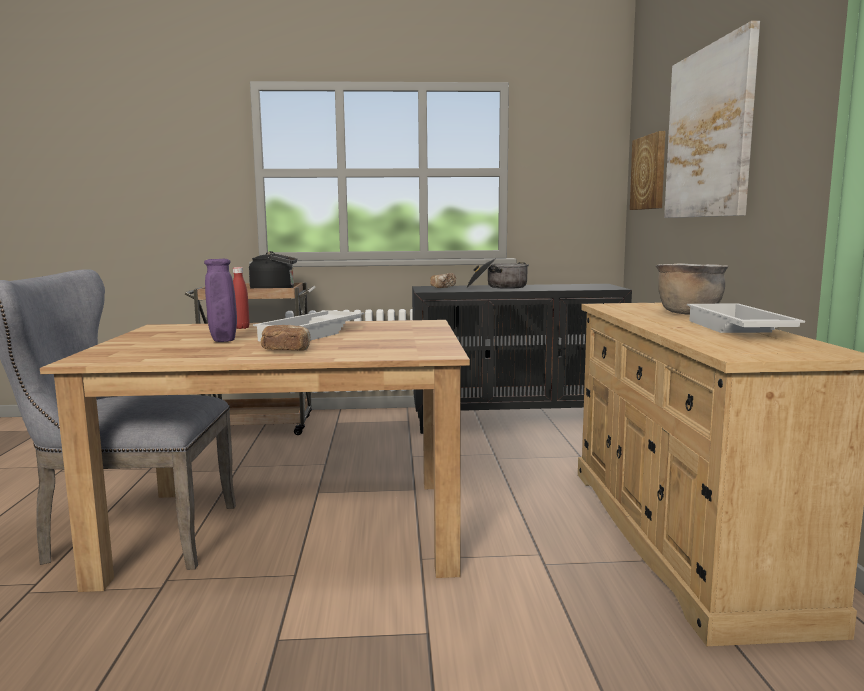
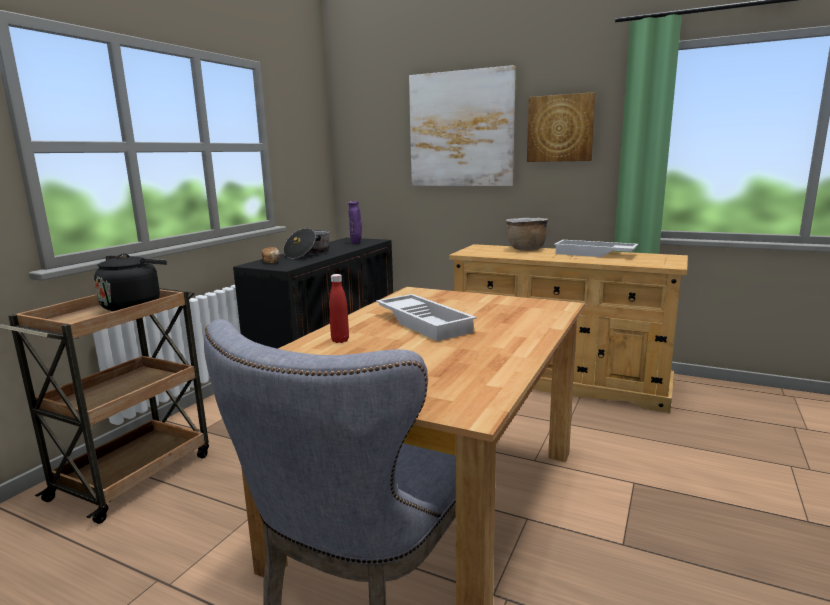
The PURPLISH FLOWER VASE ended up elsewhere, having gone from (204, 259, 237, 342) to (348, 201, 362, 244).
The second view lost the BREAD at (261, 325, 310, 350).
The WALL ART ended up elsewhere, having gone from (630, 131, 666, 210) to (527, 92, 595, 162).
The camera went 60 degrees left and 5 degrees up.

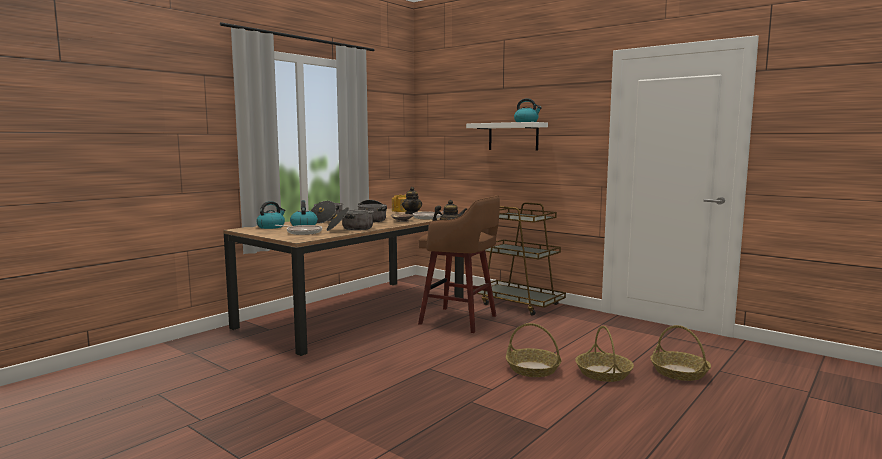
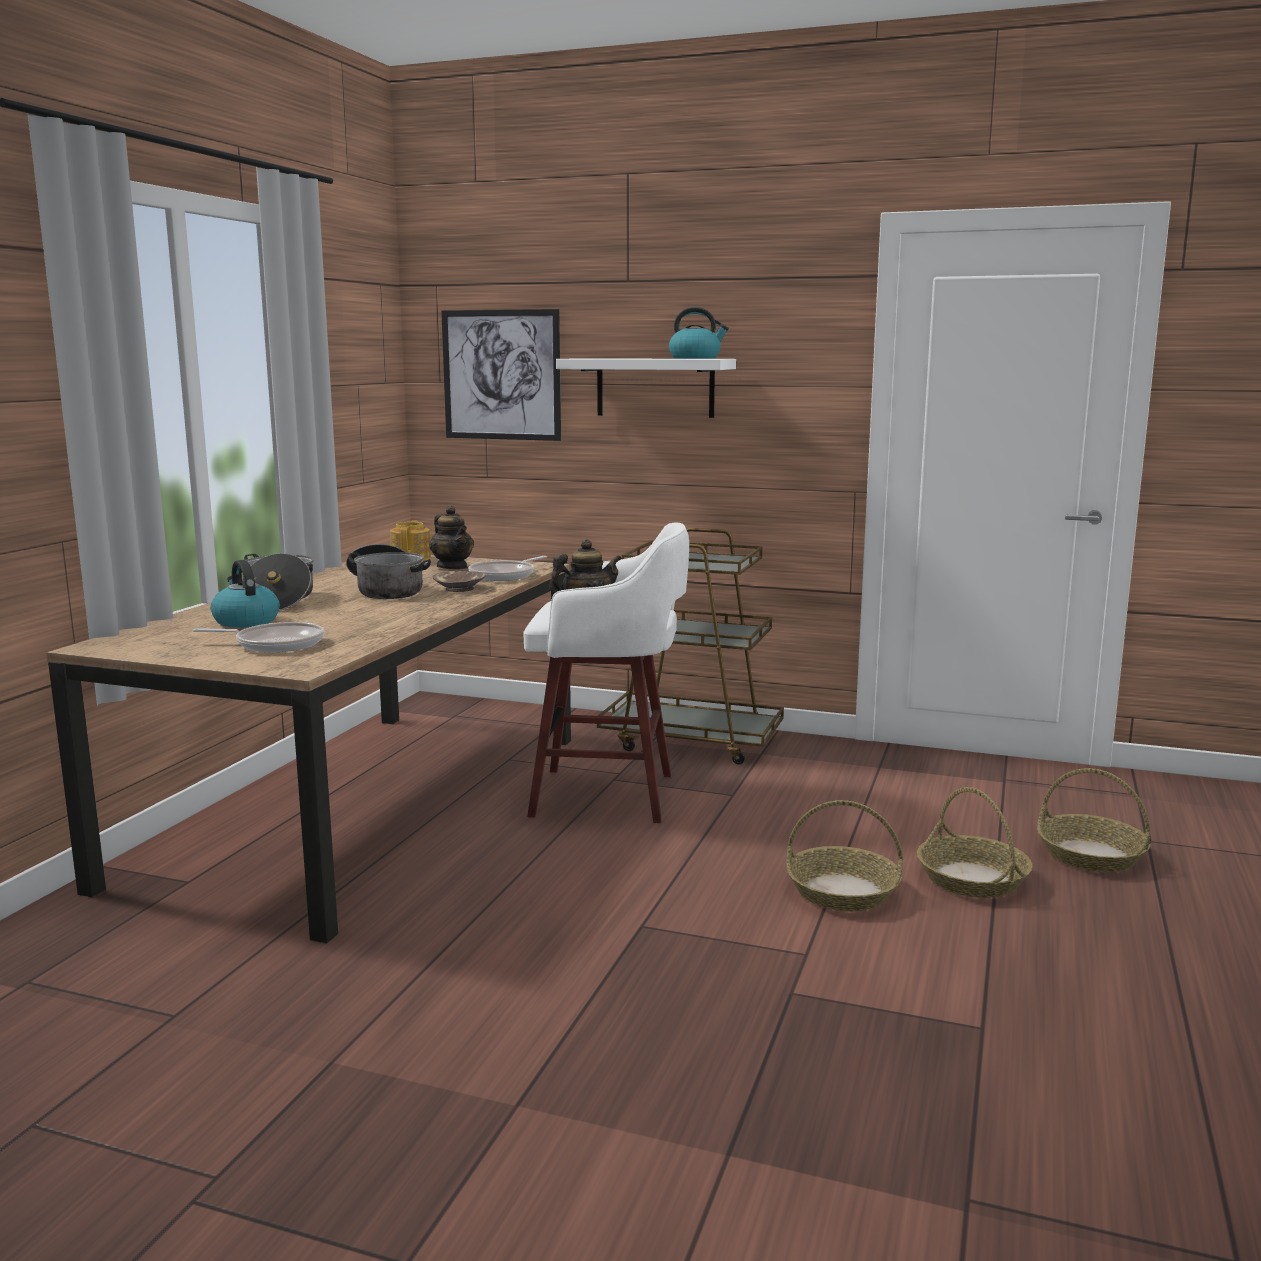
The second view lost the WATER KETTLE at (256, 201, 286, 229).
The second view lost the STOCKPOT at (326, 207, 374, 231).
What was the BROWN STOOL SEAT at (418, 195, 500, 333) turned into the WHITISH STOOL SEAT at (523, 522, 689, 823).
The second view gained the WALL ART at (441, 309, 561, 441).
The camera went 20 degrees left and 5 degrees up.

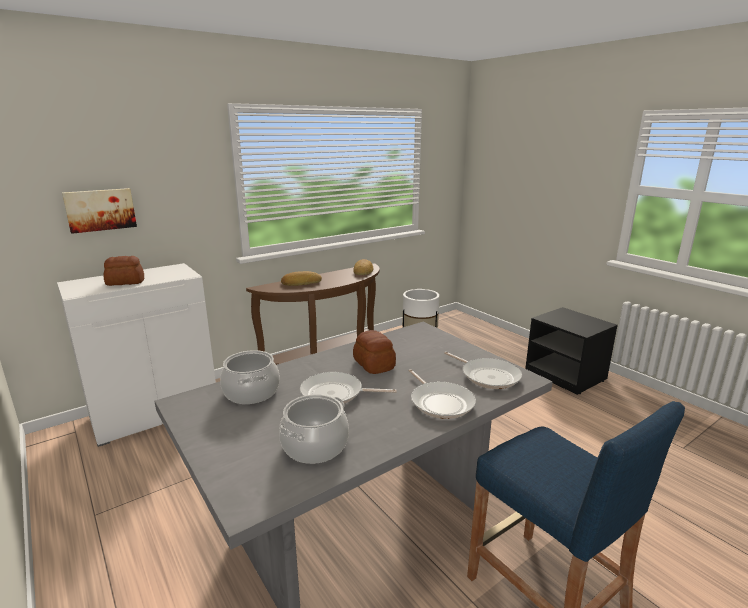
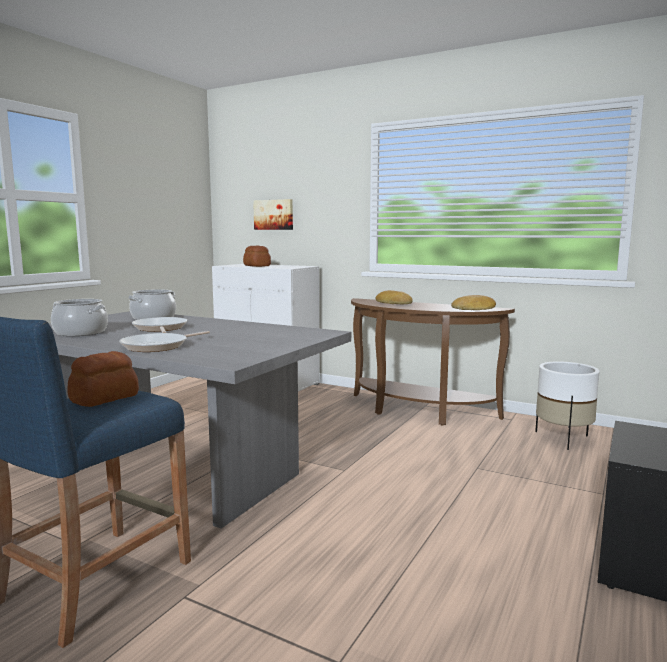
The BREAD ended up elsewhere, having gone from (353, 330, 396, 374) to (67, 351, 139, 407).
The second view lost the PAN at (444, 352, 522, 389).
The camera went 65 degrees right and 10 degrees down.

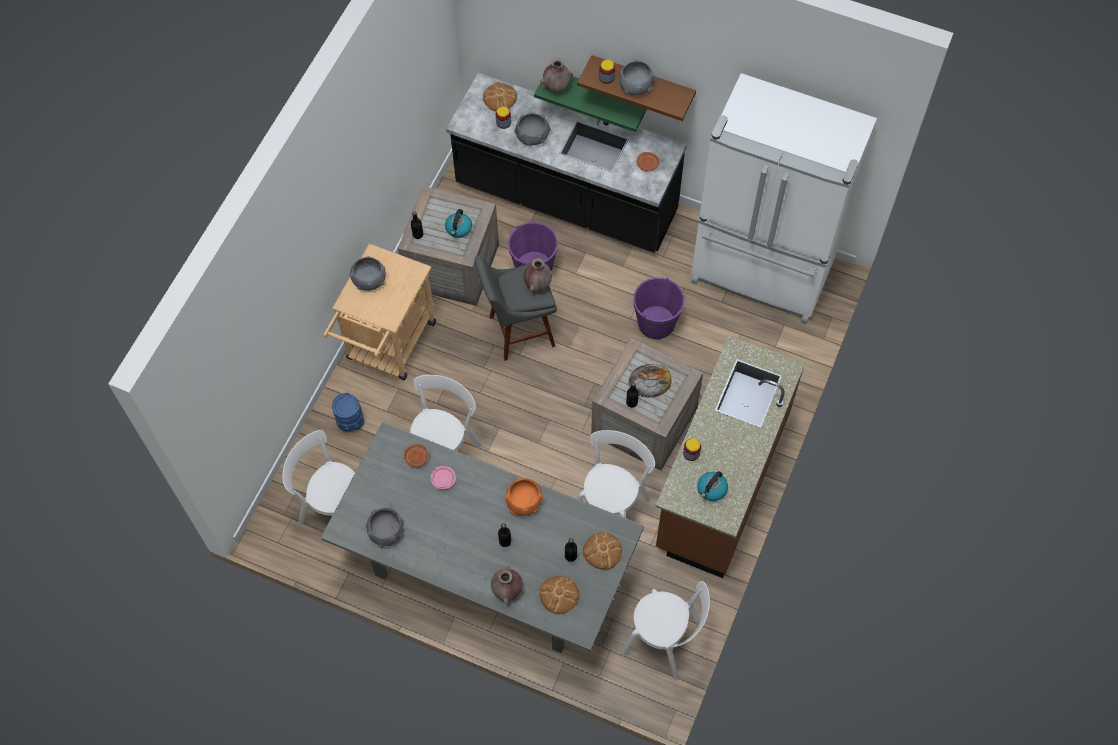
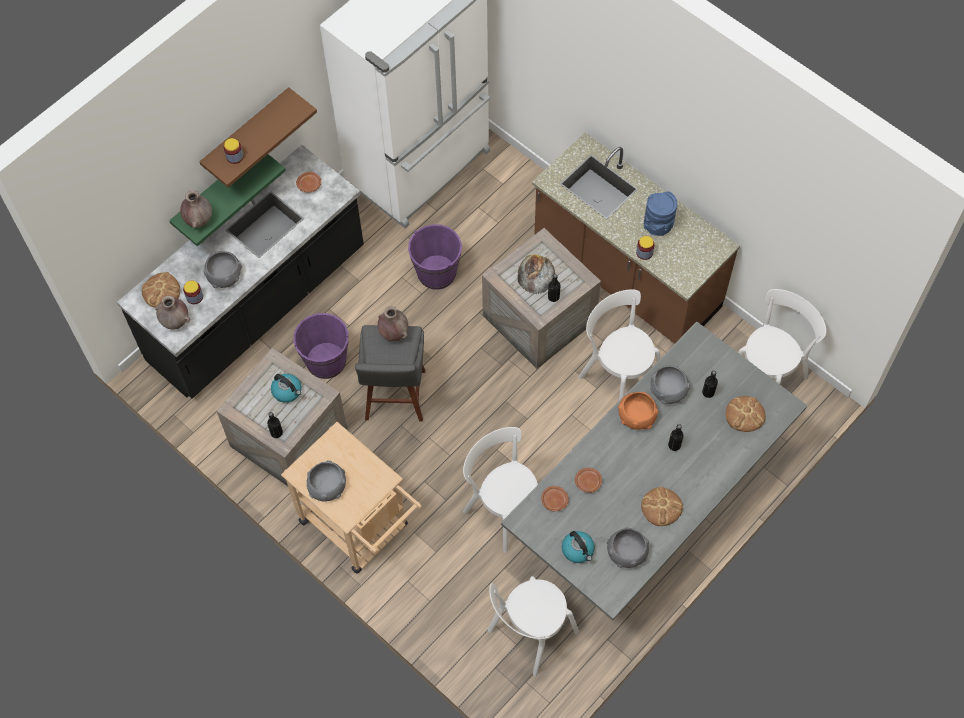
The BLUISH FLOWER VASE ended up elsewhere, having gone from (332, 393, 364, 431) to (644, 192, 678, 236).
What was the PINKISH PLATE at (431, 466, 456, 489) turned into the BROWN PLATE at (575, 468, 602, 493).
The BROWN FLOWER VASE ended up elsewhere, having gone from (491, 566, 523, 604) to (155, 295, 190, 330).
The BREAD ended up elsewhere, having gone from (583, 532, 622, 570) to (641, 487, 683, 526).
The GREY DEEP DISH ended up elsewhere, having gone from (618, 60, 654, 96) to (650, 365, 690, 404).
The WATER KETTLE ended up elsewhere, having gone from (697, 471, 728, 501) to (562, 531, 595, 563).
The camera went 70 degrees left and 0 degrees up.

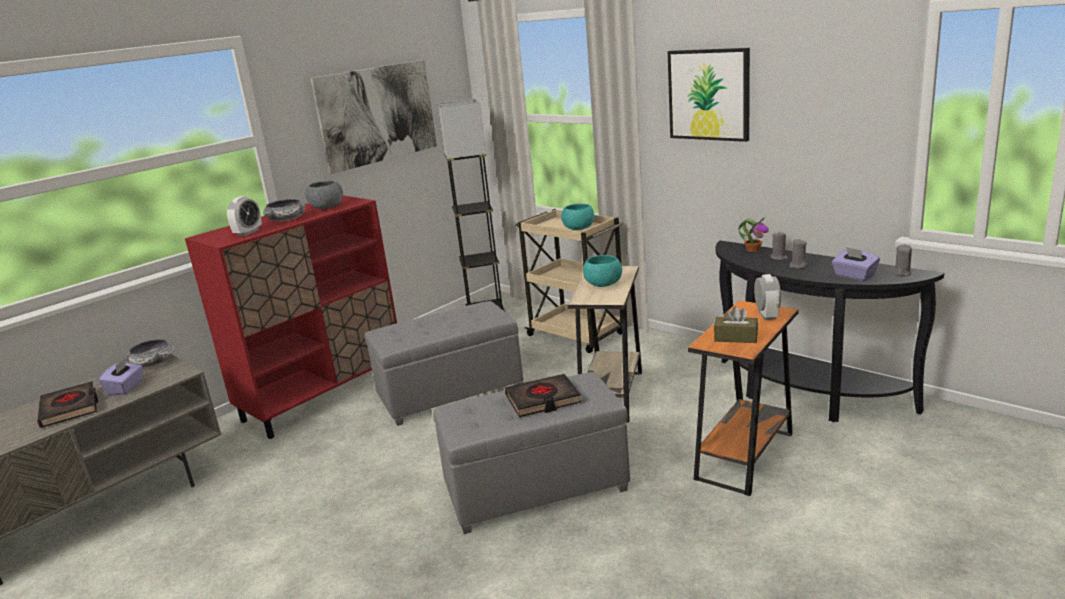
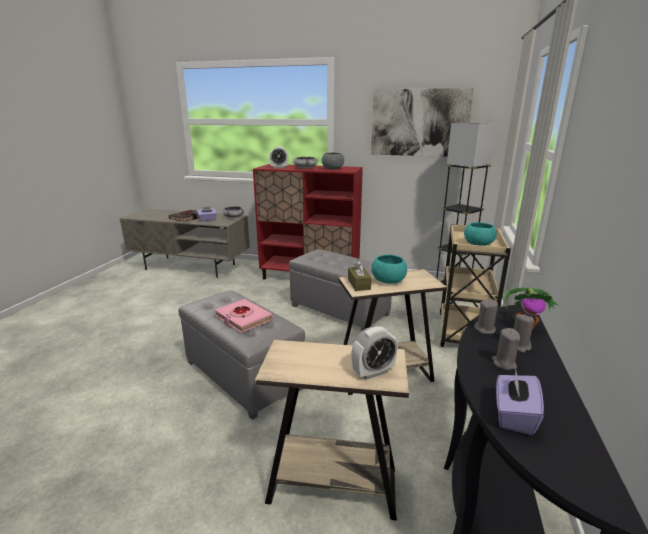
What was the BLACKISH BOOK at (505, 374, 581, 417) turned into the PINKISH BOOK at (214, 299, 273, 333).
The second view lost the WALL ART at (668, 48, 750, 142).
What was the ORANGE-COLOURED SIDE TABLE at (688, 301, 799, 496) turned into the BEIGE-COLOURED SIDE TABLE at (255, 340, 409, 520).
The BROWN BOX OF TISSUES ended up elsewhere, having gone from (714, 306, 758, 343) to (348, 260, 372, 291).
The GREY WAX LIGHT ended up elsewhere, having gone from (893, 245, 912, 276) to (474, 299, 498, 334).
The camera went 60 degrees right and 0 degrees up.

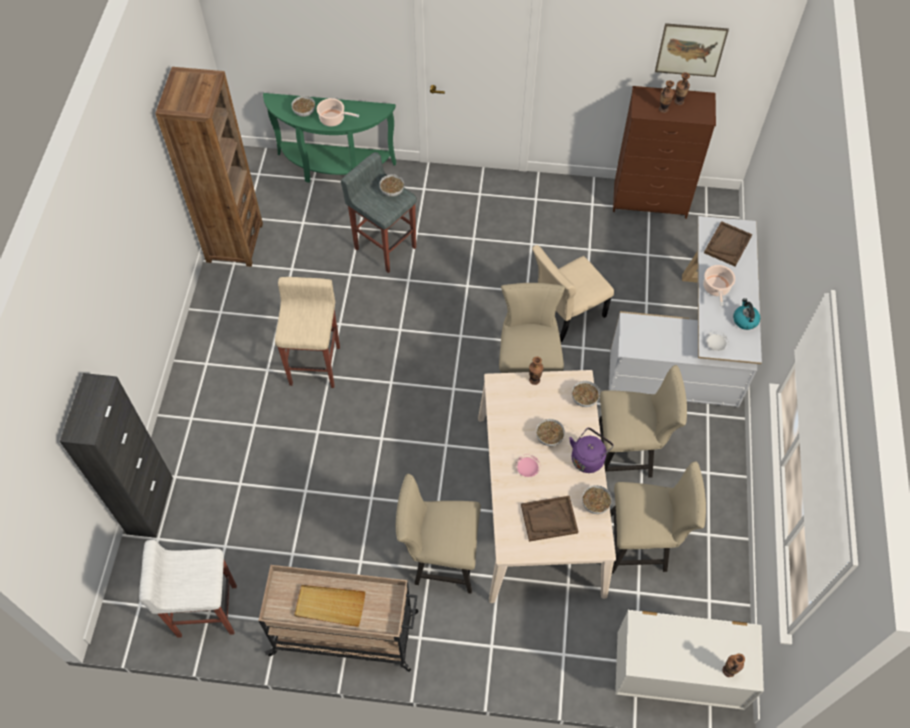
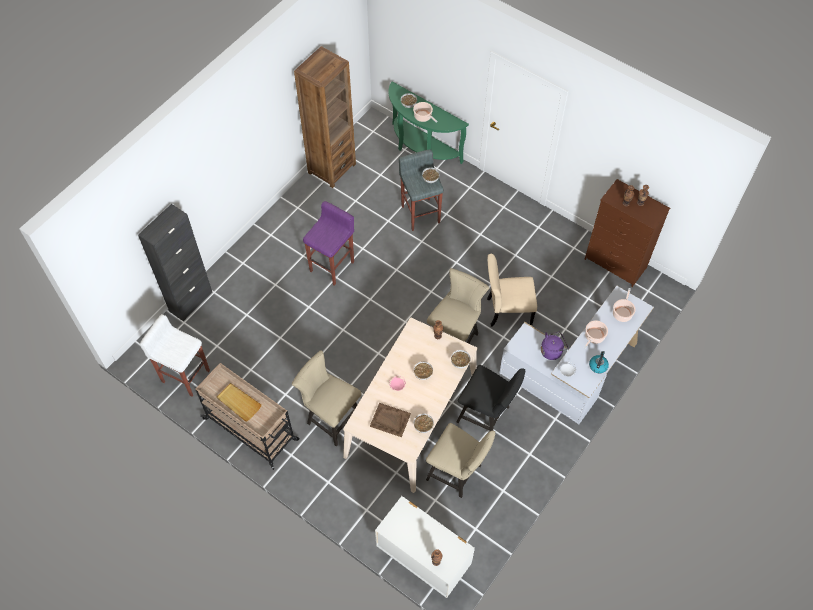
What was the BEIGE-COLOURED STOOL SEAT at (275, 277, 340, 388) turned into the PURPLISH STOOL SEAT at (303, 201, 354, 286).
The PURPLISH WATER KETTLE ended up elsewhere, having gone from (569, 428, 614, 473) to (541, 332, 569, 360).
What was the BEIGE-COLOURED CHAIR at (599, 365, 687, 478) turned into the BLACKISH CHAIR at (457, 365, 525, 431).
The second view lost the WALL ART at (655, 23, 729, 77).
Where the BROWN CARRYING TRAY stood at (704, 221, 752, 266), the STOCKPOT came to stand at (613, 288, 636, 322).
The camera went 30 degrees right and 0 degrees up.

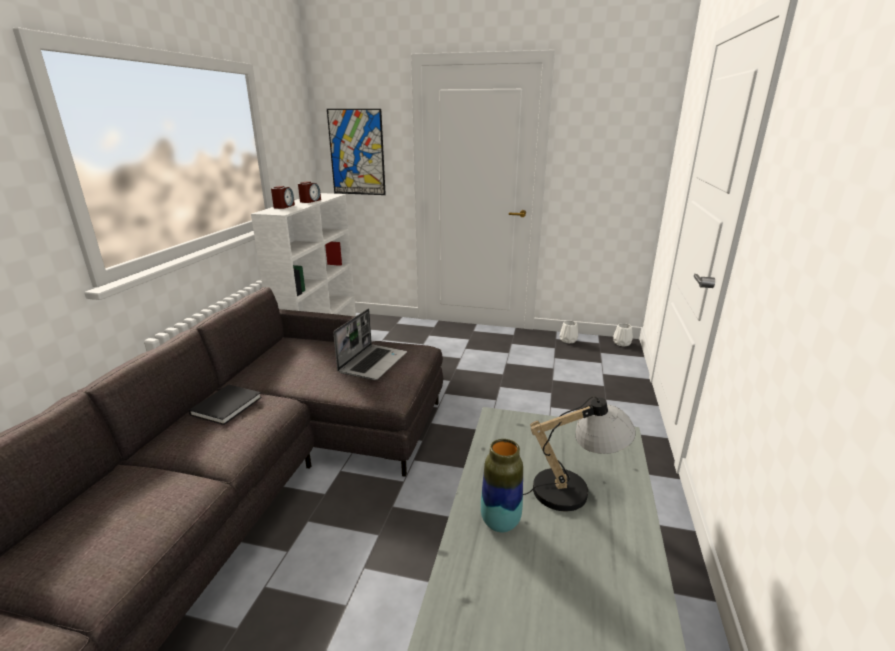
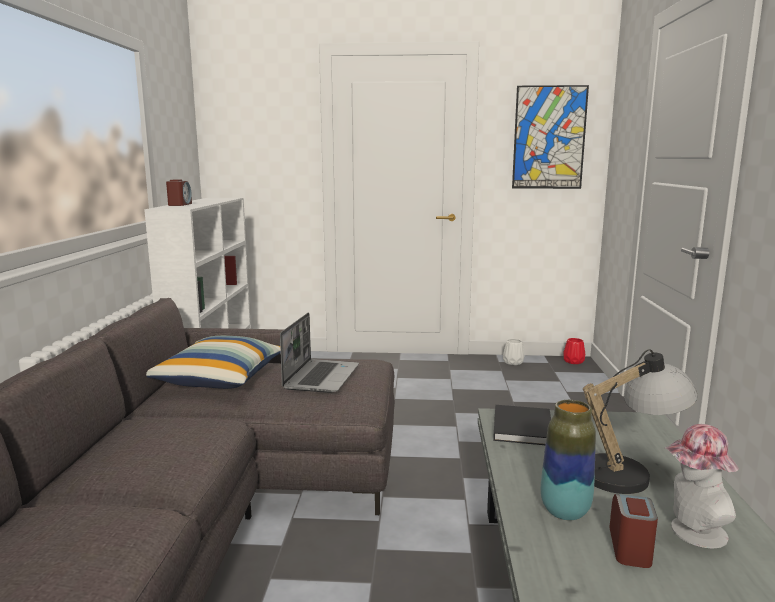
The BLACKISH BOOK ended up elsewhere, having gone from (189, 385, 262, 425) to (493, 405, 551, 445).
The TABLE CLOCK ended up elsewhere, having gone from (298, 181, 321, 203) to (609, 494, 658, 568).
The WALL ART ended up elsewhere, having gone from (327, 109, 386, 195) to (512, 85, 589, 189).
What was the WHITISH FLOWER VASE at (613, 323, 633, 347) turned into the REDDISH FLOWER VASE at (563, 338, 585, 364).
The second view gained the PILLOW at (146, 336, 281, 389).
The second view gained the WEARABLE HAT at (664, 424, 739, 548).
The camera went 10 degrees left and 10 degrees down.

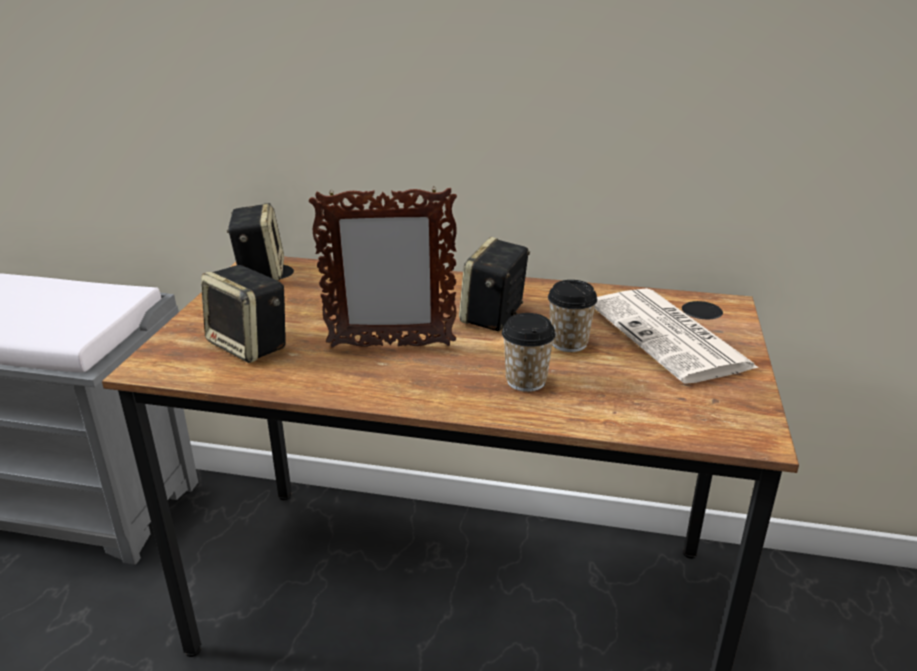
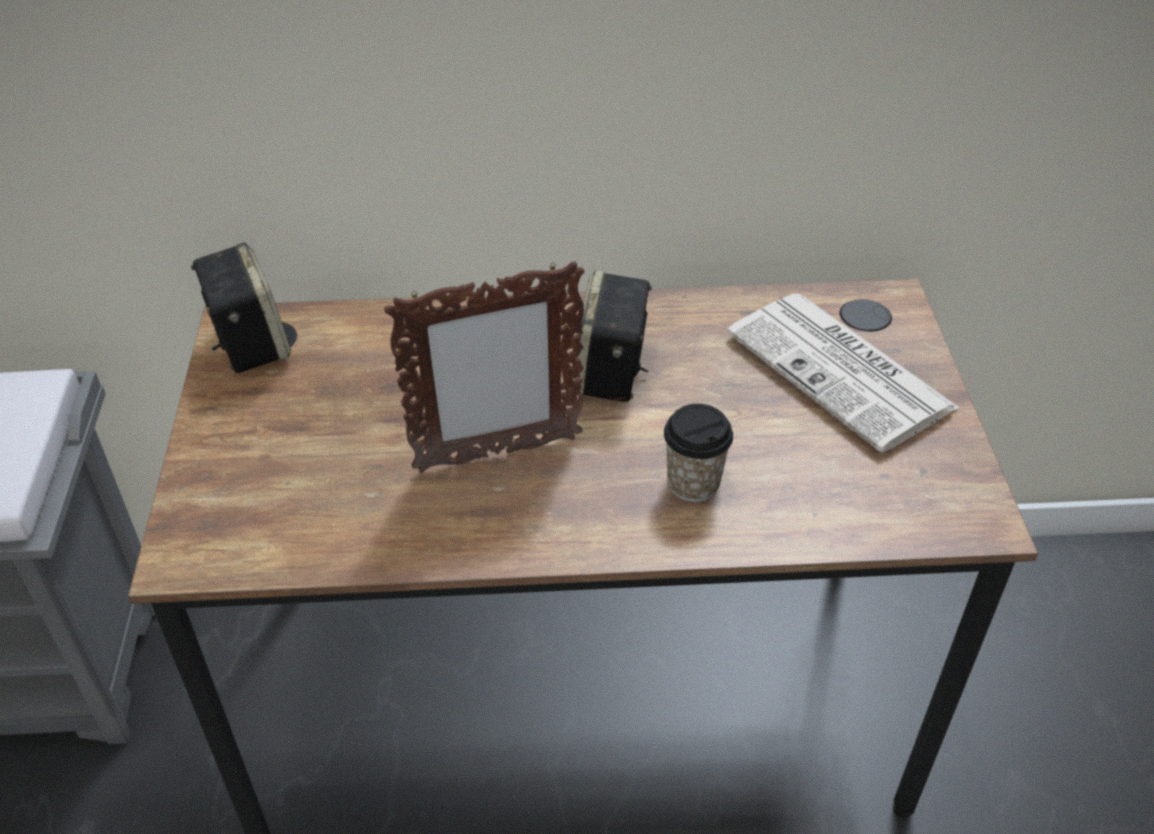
The second view lost the SPEAKER at (201, 265, 286, 363).
The second view lost the SMALL CUP at (548, 280, 598, 352).
The camera went 15 degrees left and 15 degrees up.

